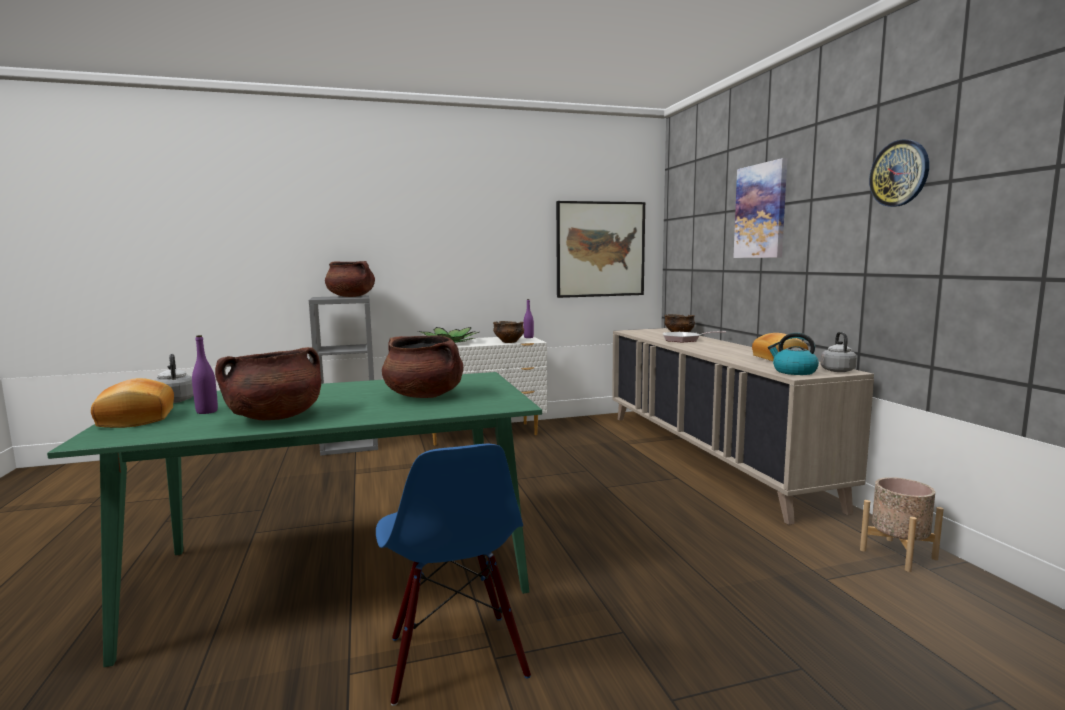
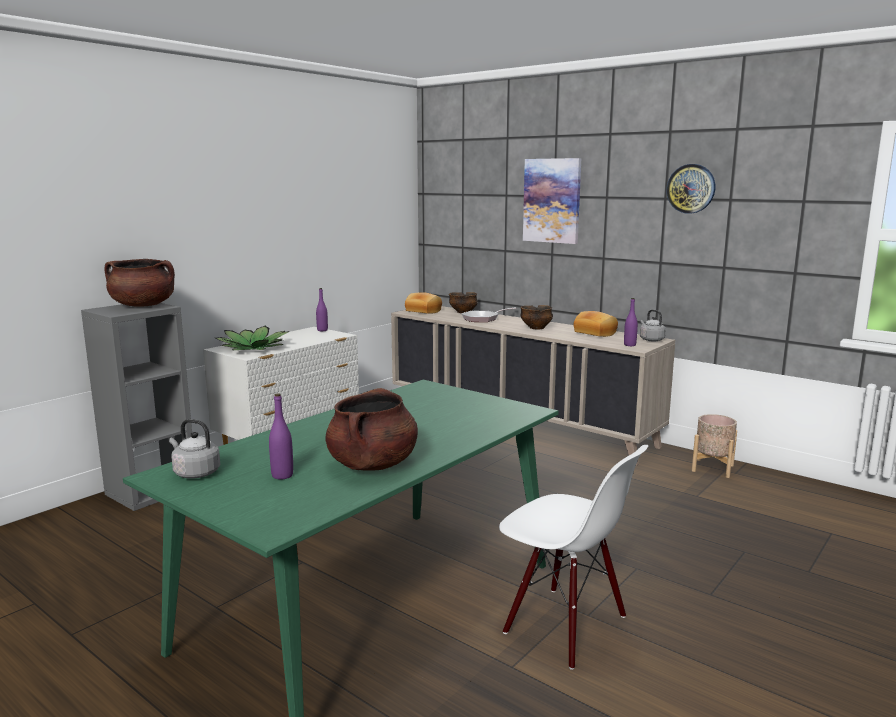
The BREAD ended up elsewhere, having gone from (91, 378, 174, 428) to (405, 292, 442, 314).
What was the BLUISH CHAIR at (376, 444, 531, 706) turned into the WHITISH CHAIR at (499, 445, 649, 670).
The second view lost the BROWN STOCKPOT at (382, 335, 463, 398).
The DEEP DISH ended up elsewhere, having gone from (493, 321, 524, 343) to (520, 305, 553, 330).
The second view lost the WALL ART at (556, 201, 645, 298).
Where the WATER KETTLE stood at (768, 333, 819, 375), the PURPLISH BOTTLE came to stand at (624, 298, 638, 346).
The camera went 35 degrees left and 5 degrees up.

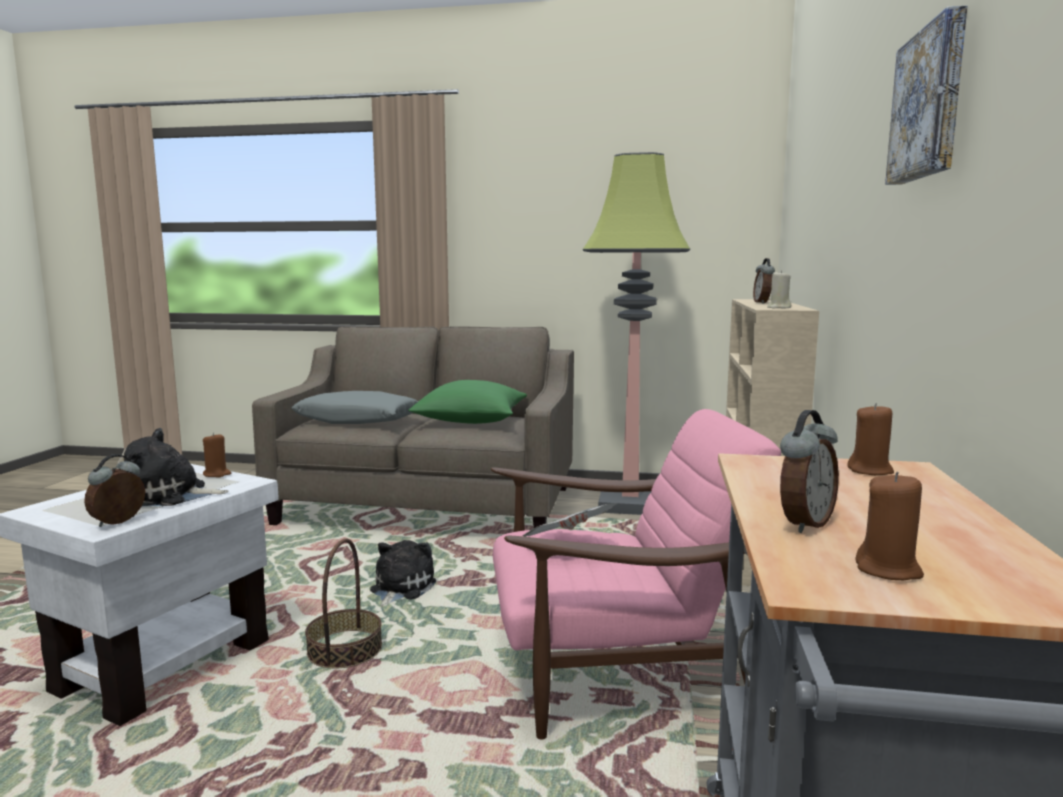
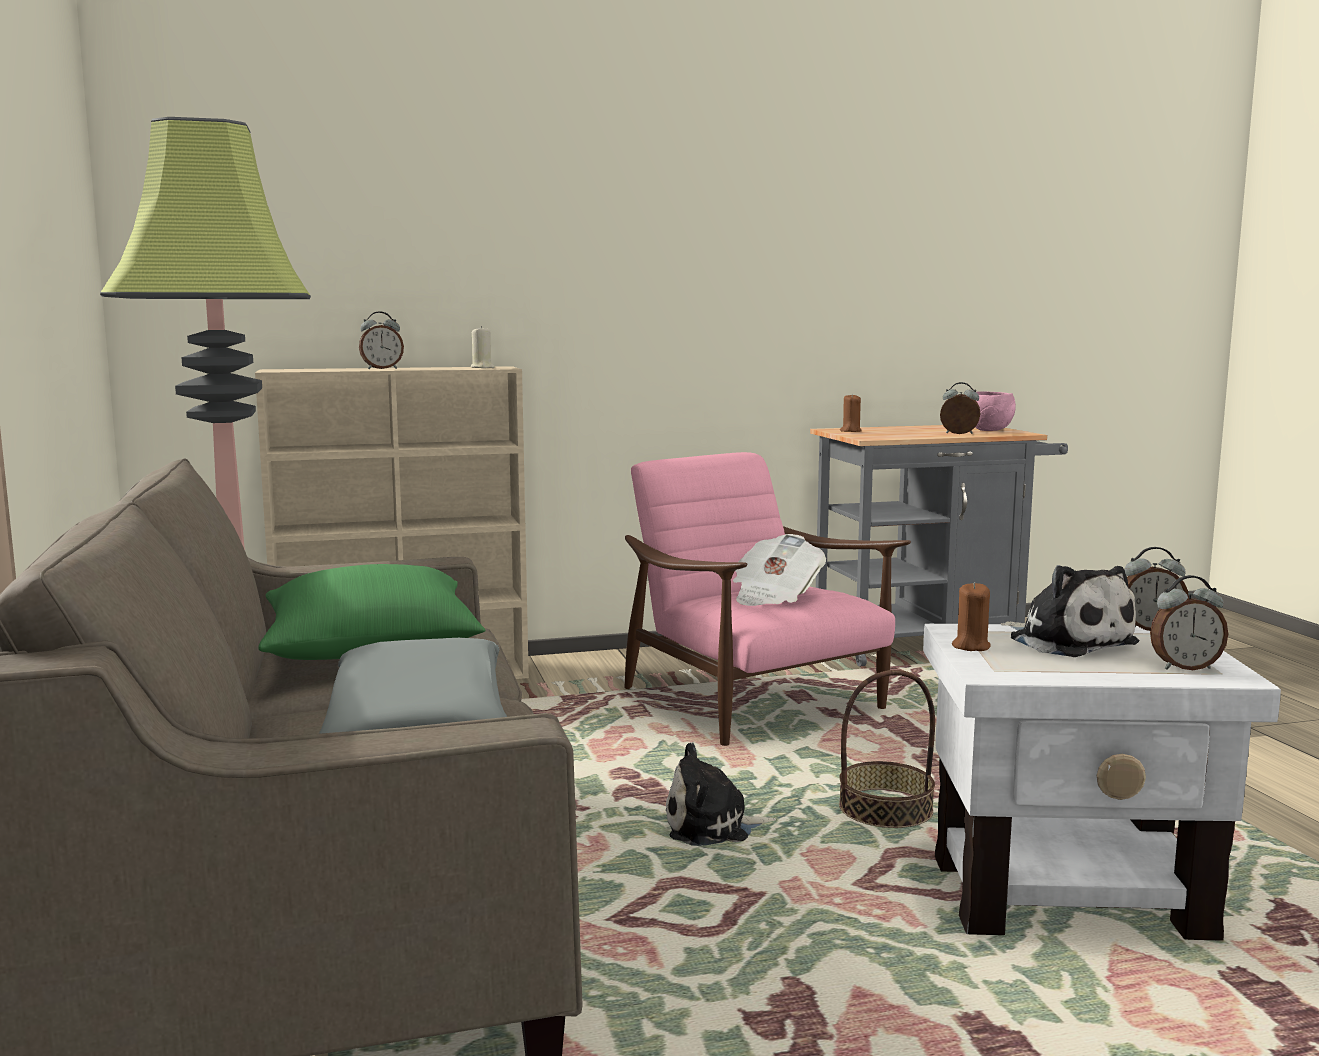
Where the BROWN WAX LIGHT stood at (855, 472, 924, 580), the PINKISH DEEP DISH came to stand at (975, 392, 1016, 431).
The second view lost the WALL ART at (885, 6, 968, 185).
The second view gained the TABLE CLOCK at (1150, 575, 1228, 670).
The camera went 115 degrees left and 0 degrees up.

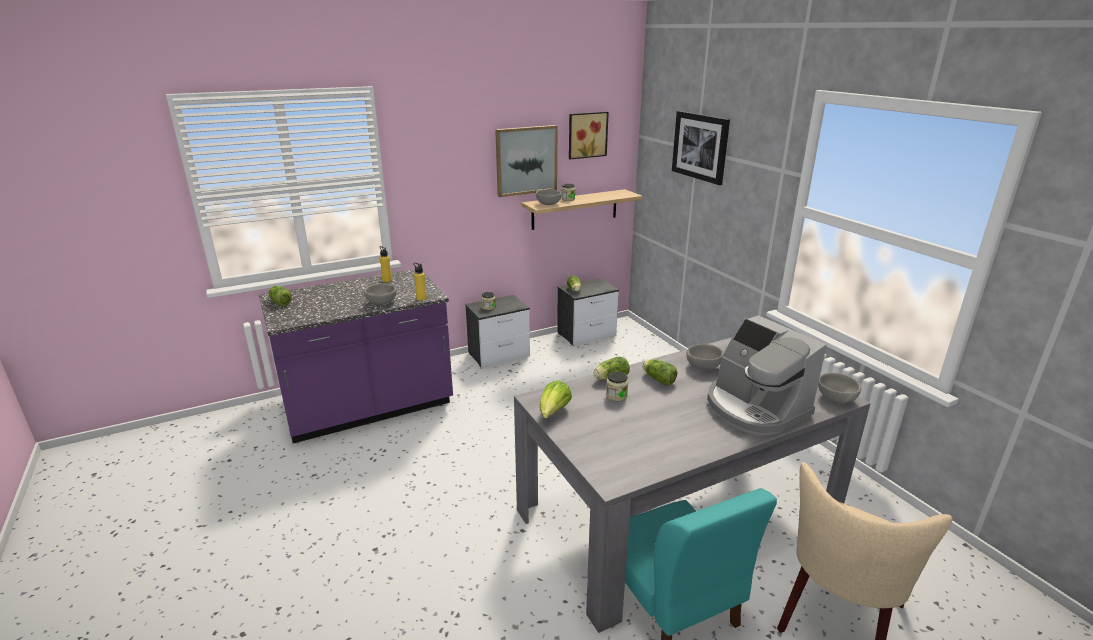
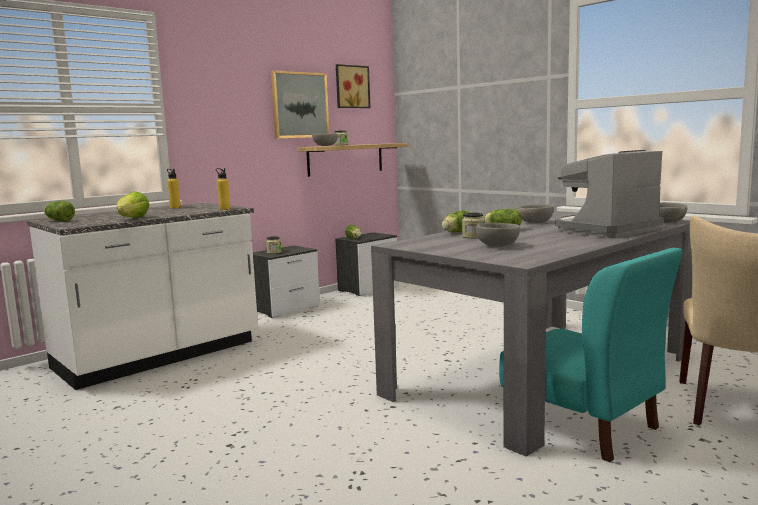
What was the PURPLISH KITCHEN COUNTER at (259, 269, 453, 443) turned into the WHITISH KITCHEN COUNTER at (27, 203, 258, 390).
The GREY DEEP DISH ended up elsewhere, having gone from (364, 284, 397, 305) to (476, 223, 520, 247).
The LETTUCE HEAD ended up elsewhere, having gone from (540, 380, 572, 418) to (117, 191, 150, 218).
The second view lost the WALL ART at (672, 111, 730, 185).
The COFFEE MACHINE at (707, 315, 826, 436) ended up facing another way, 105 degrees clockwise from before.
The camera went 15 degrees left and 15 degrees down.

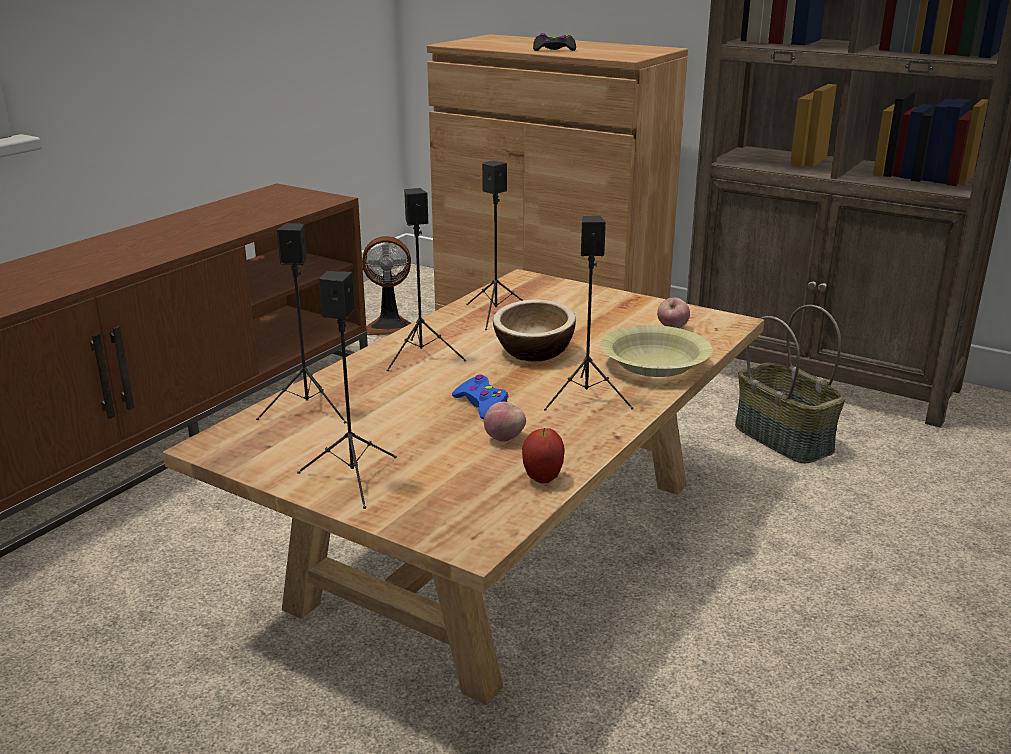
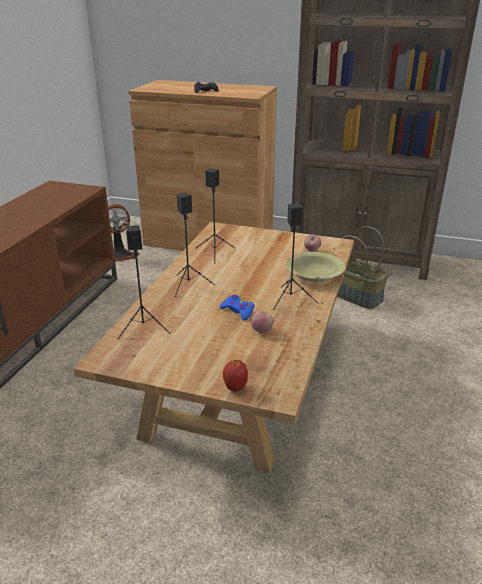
The second view lost the BLACKISH SPEAKER at (297, 271, 397, 509).
The second view lost the DEEP DISH at (493, 299, 576, 361).
The WHOLE APPLE ended up elsewhere, having gone from (522, 428, 565, 483) to (223, 360, 248, 392).
The camera went 15 degrees left and 5 degrees up.

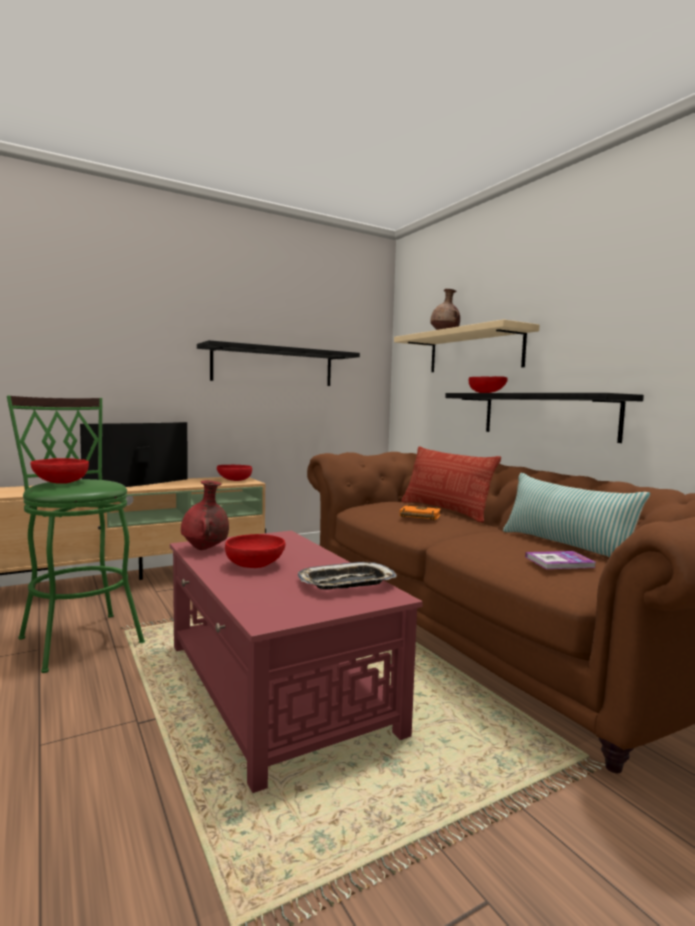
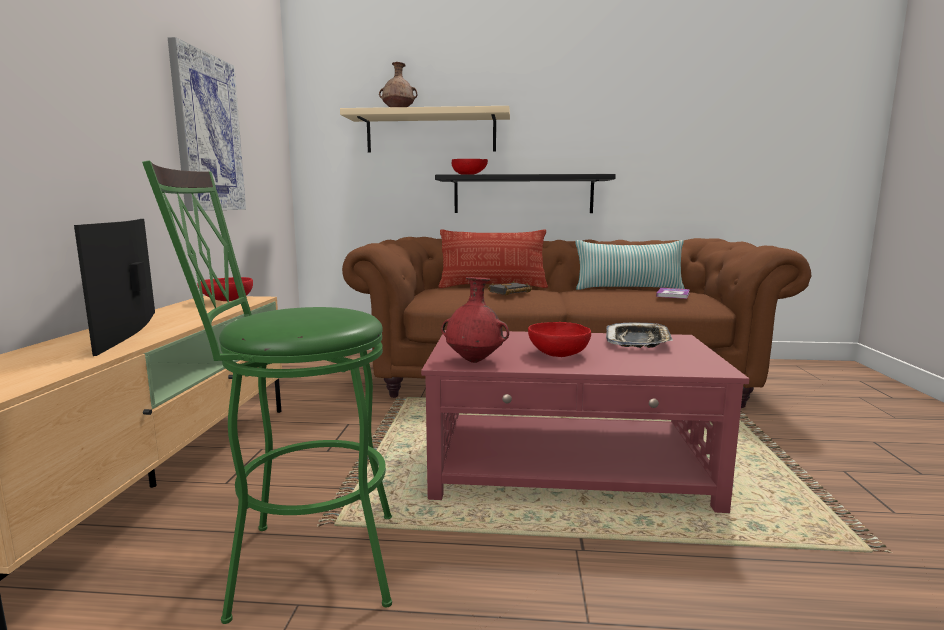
The second view lost the REDDISH DEEP DISH at (30, 458, 89, 484).
Where the BLACKISH WALL SHELF hung at (197, 340, 360, 386), the WALL ART came to hang at (168, 37, 246, 211).
What was the ORANGE-COLOURED BOOK at (400, 504, 441, 520) turned into the BLACKISH BOOK at (488, 281, 532, 295).
The camera went 55 degrees left and 5 degrees up.

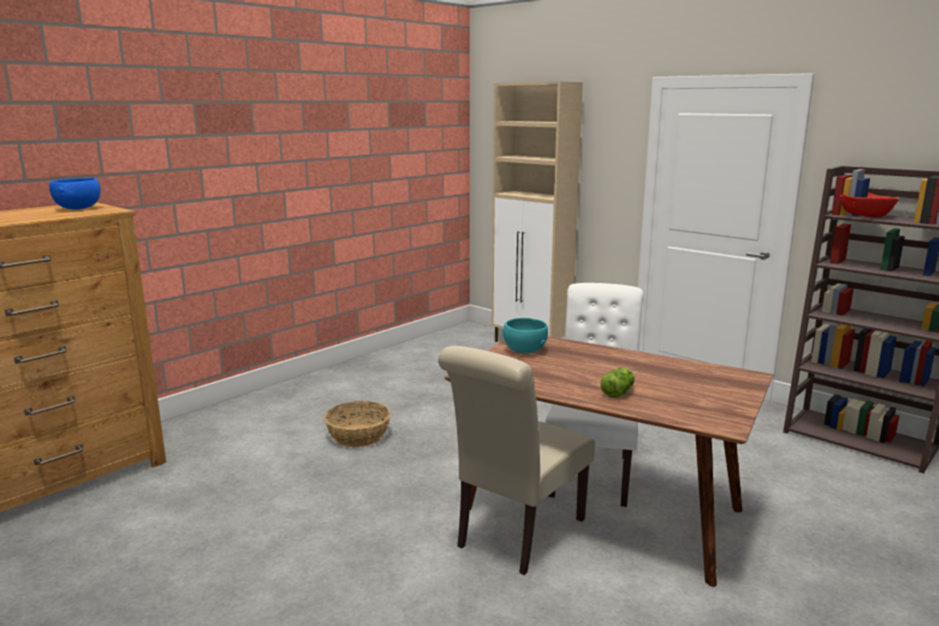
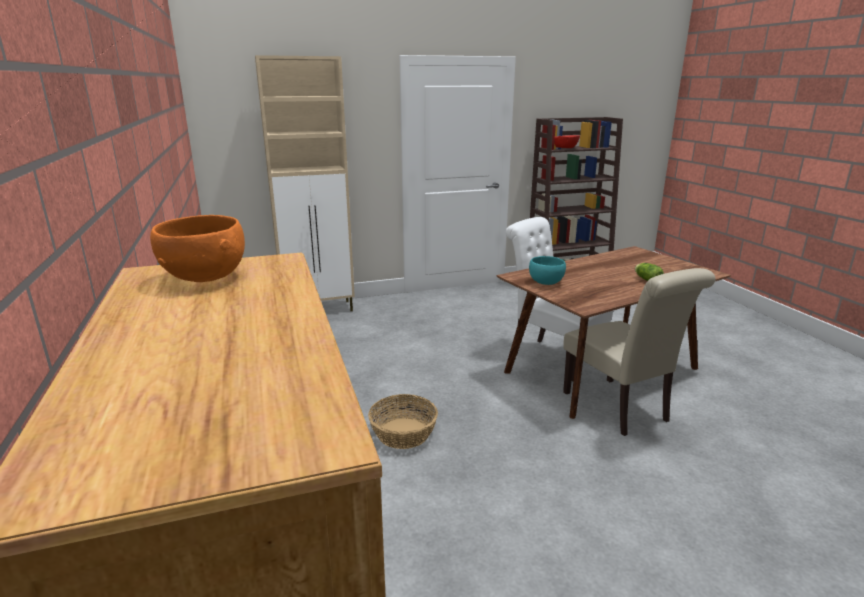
What was the BLUISH DEEP DISH at (49, 178, 101, 209) turned into the ORANGE-COLOURED DEEP DISH at (150, 215, 245, 282).
The camera went 60 degrees left and 5 degrees up.

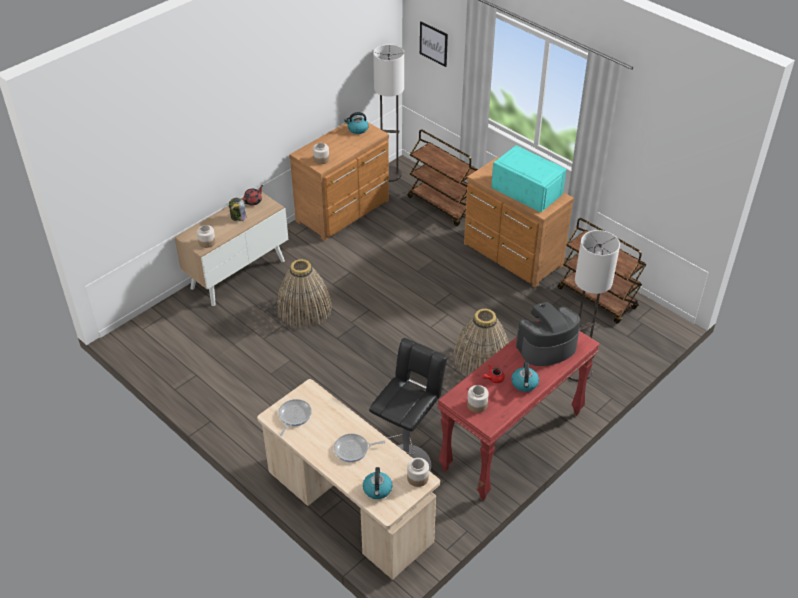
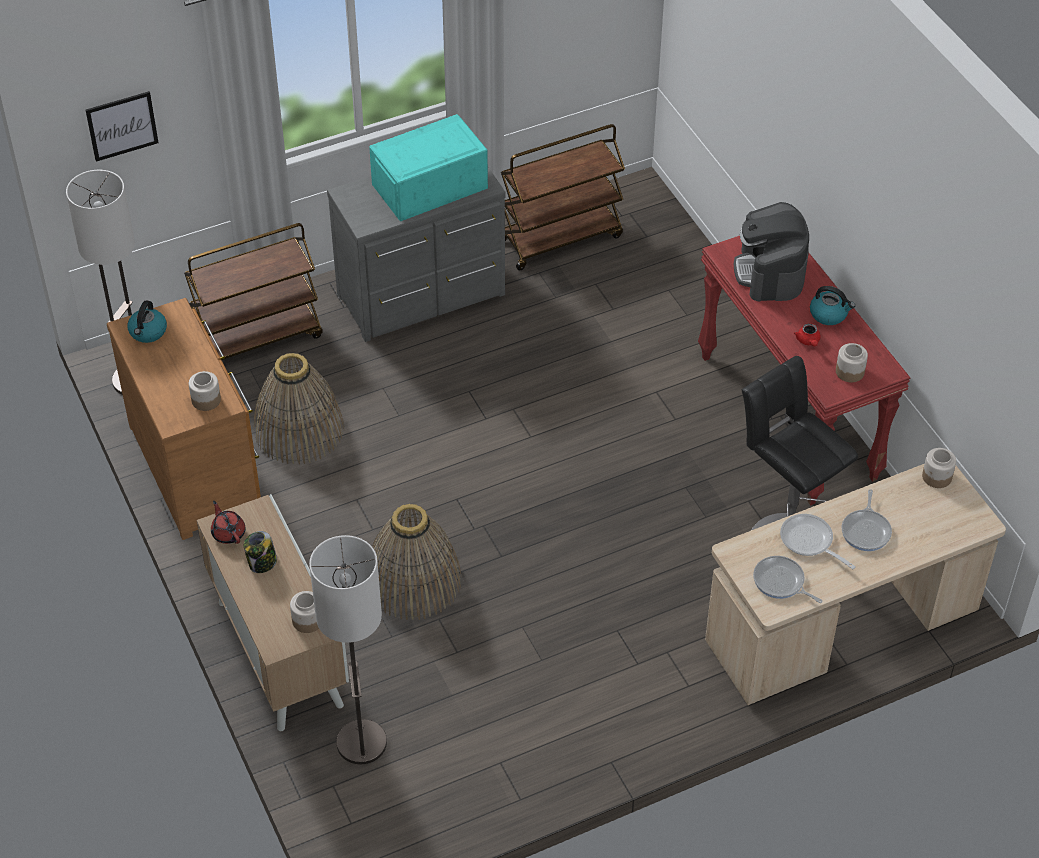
The second view lost the WATER KETTLE at (363, 467, 392, 499).
The STORAGE BASKET ended up elsewhere, having gone from (453, 309, 509, 376) to (254, 353, 344, 464).
What was the BROWN CHEST OF DRAWERS at (464, 157, 574, 287) turned into the GREY CHEST OF DRAWERS at (327, 167, 505, 342).
The STANDING LAMP ended up elsewhere, having gone from (569, 230, 620, 381) to (309, 535, 387, 764).
The second view gained the PAN at (780, 514, 856, 569).
The camera went 70 degrees left and 5 degrees up.

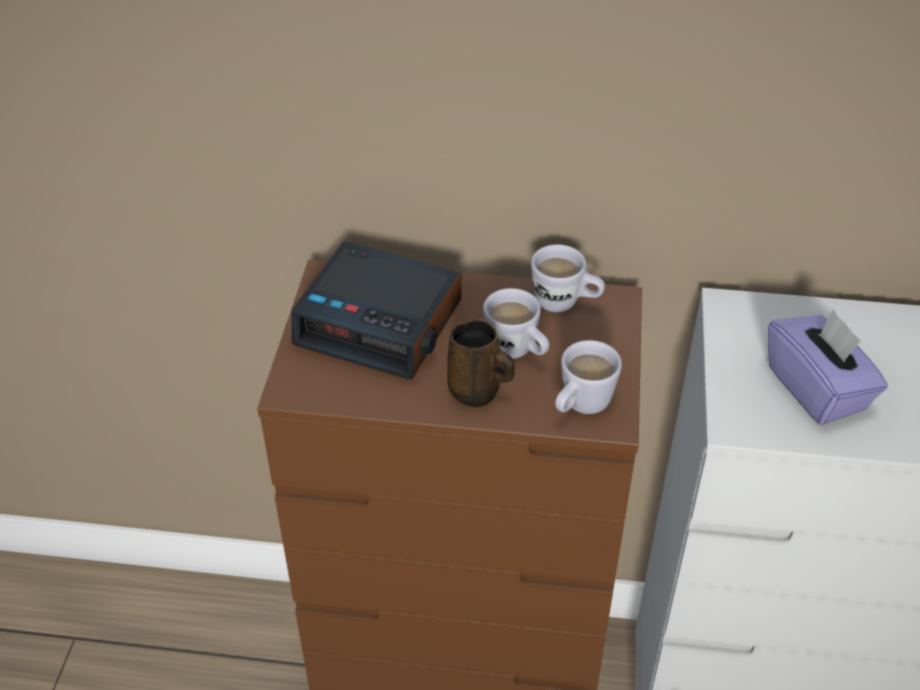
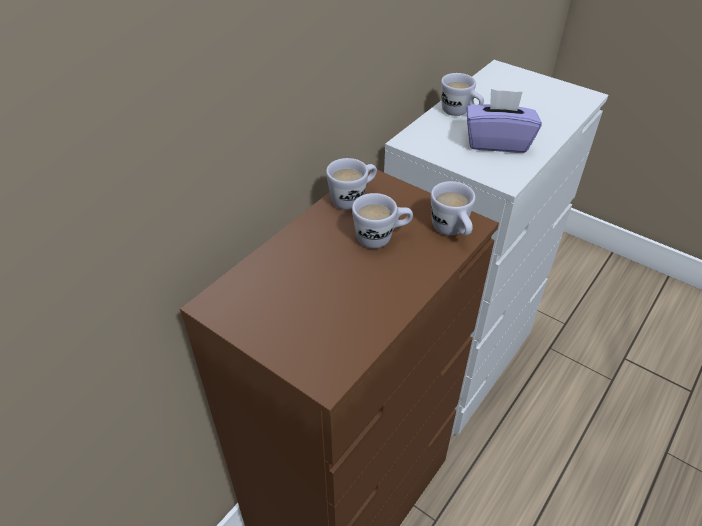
The second view lost the TABLE CLOCK at (291, 242, 462, 380).
The second view lost the BROWN TEA MUG at (447, 319, 515, 407).
The second view gained the WHITISH TEA MUG at (441, 73, 484, 116).
The camera went 60 degrees left and 0 degrees up.

